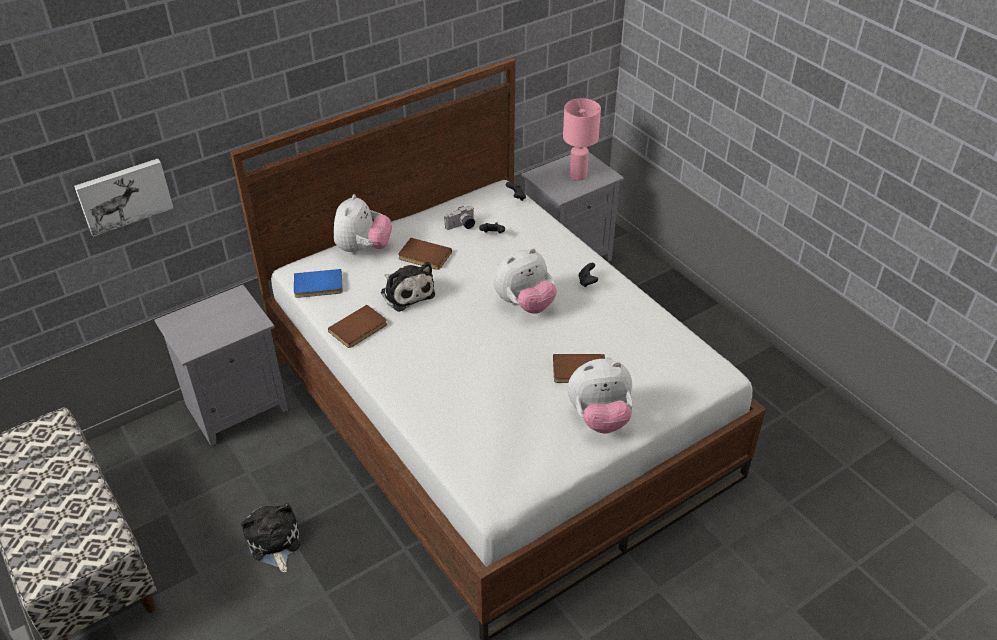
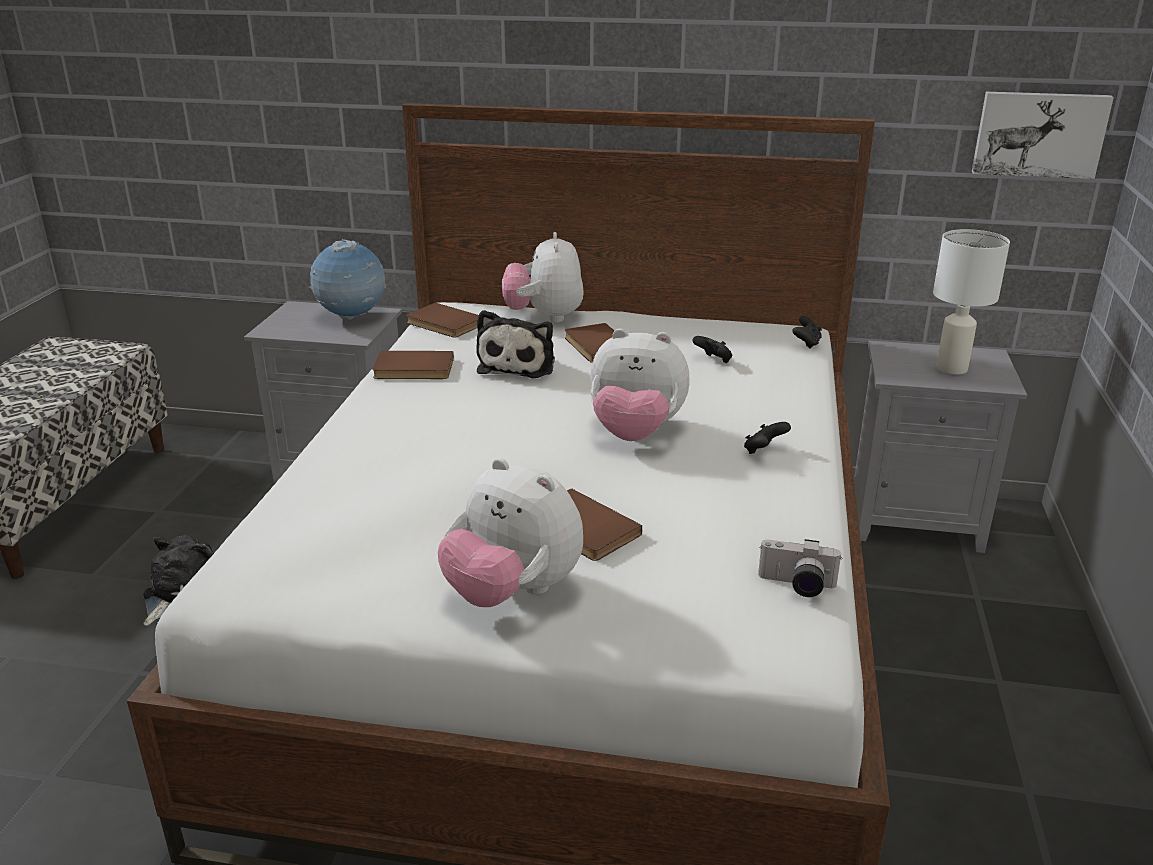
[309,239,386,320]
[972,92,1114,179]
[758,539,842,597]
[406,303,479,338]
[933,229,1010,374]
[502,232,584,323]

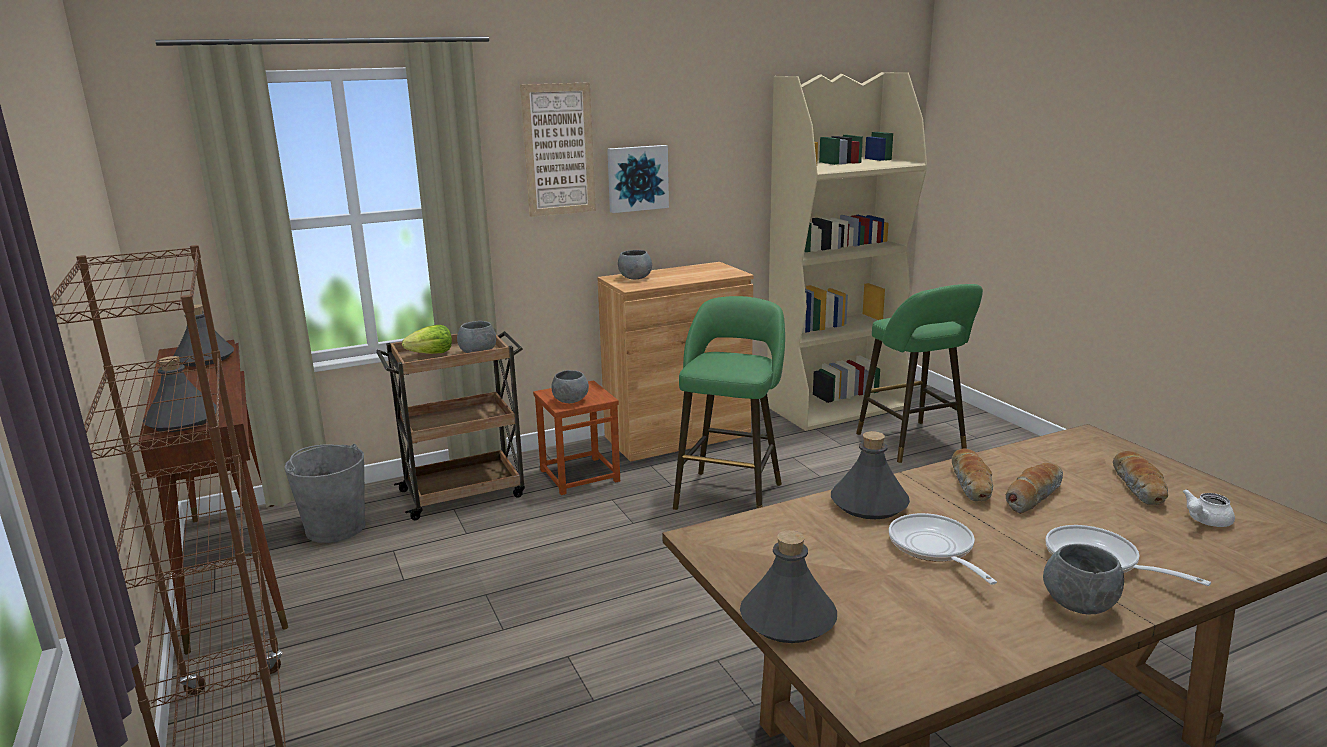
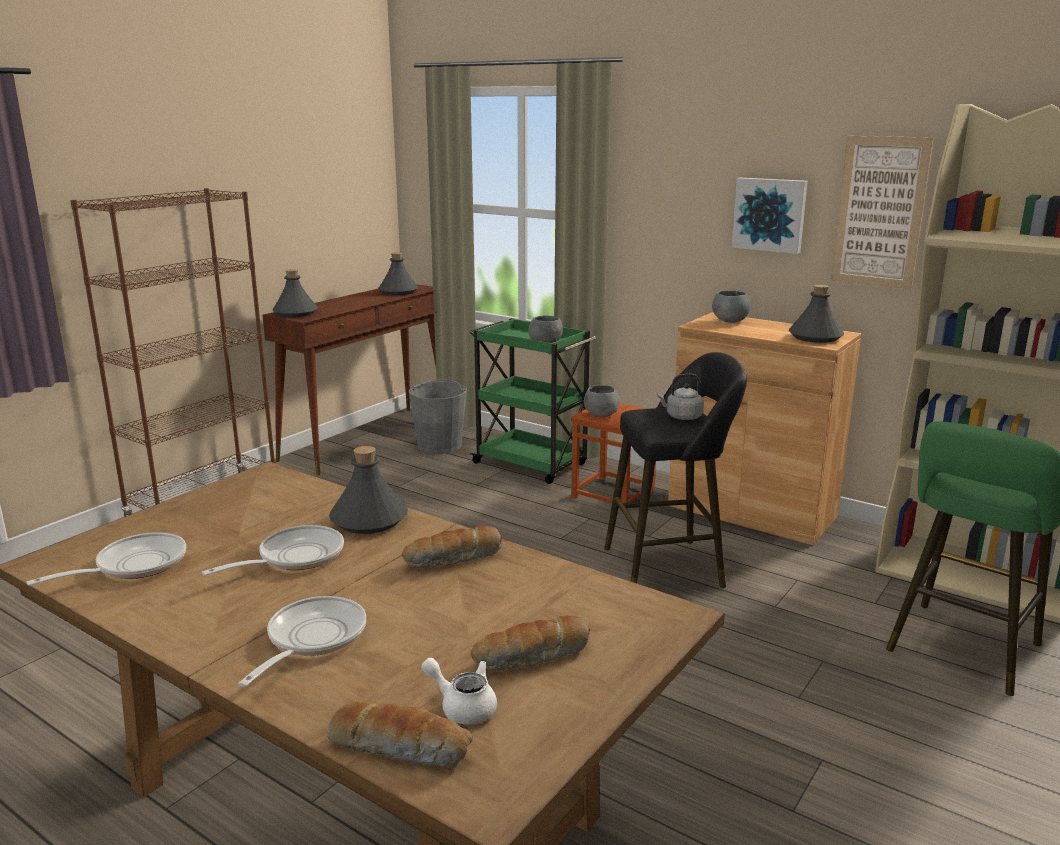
[402,325,452,354] (first image)
[1043,544,1124,614] (first image)
[26,532,186,586]
[657,374,704,420]
[830,136,934,289]
[789,285,844,343]
[327,702,473,766]
[469,318,596,484]
[604,352,747,588]

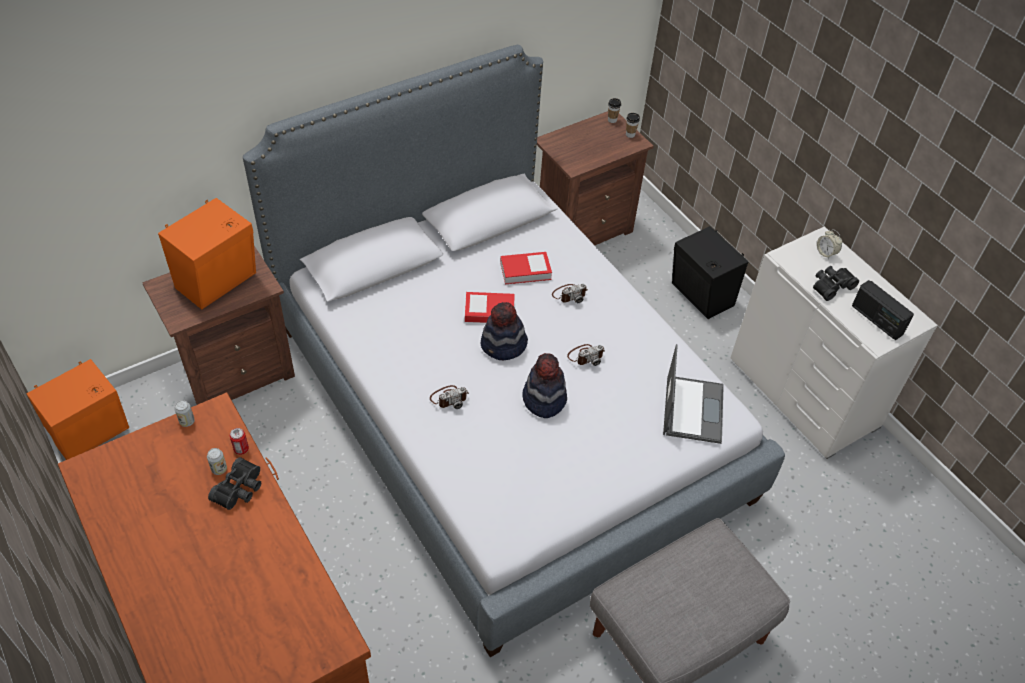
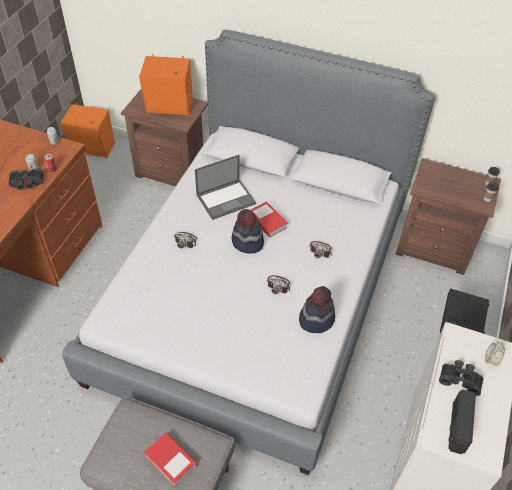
[144,433,197,487]
[299,286,335,333]
[195,155,256,220]

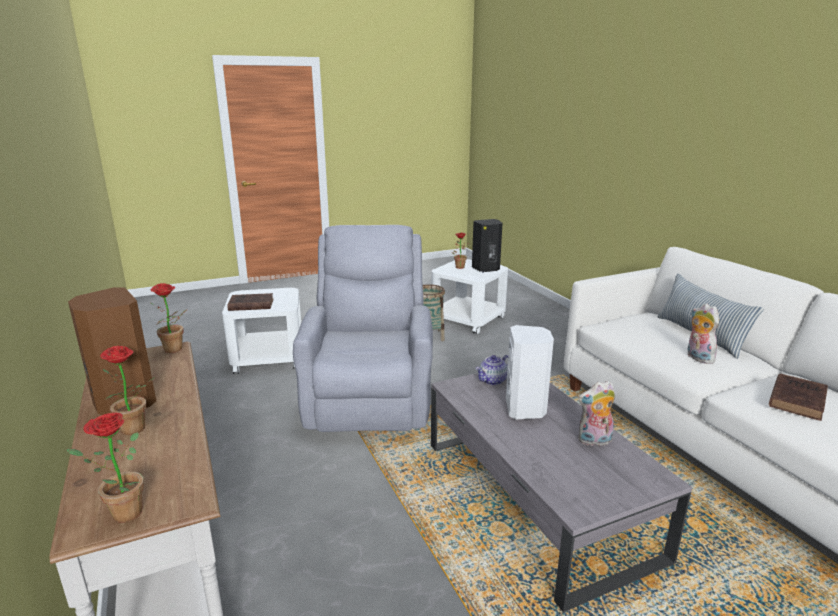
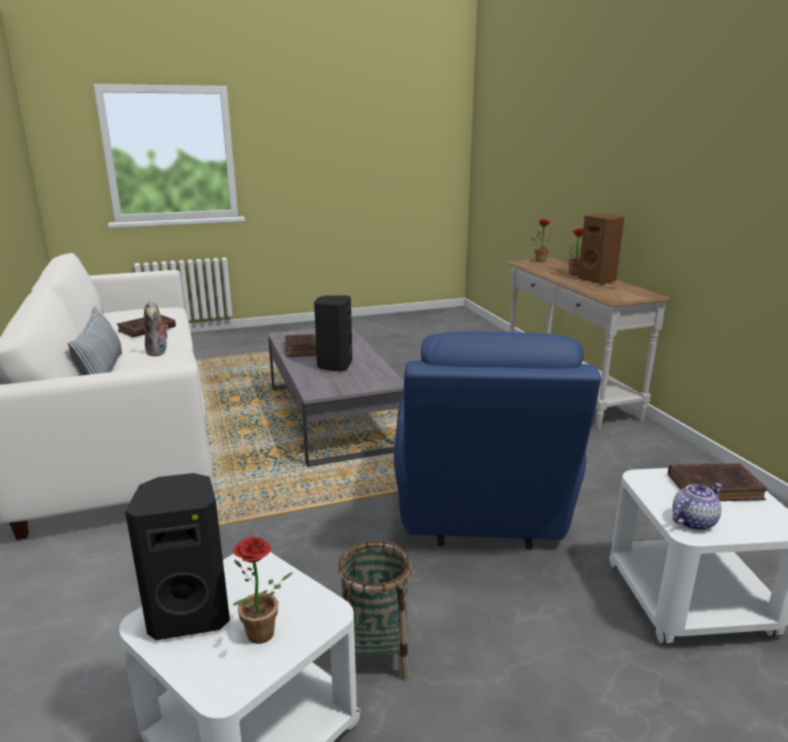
[149,283,186,353] (first image)
[672,483,722,531]
[285,334,317,357]
[394,331,601,550]
[314,295,352,372]

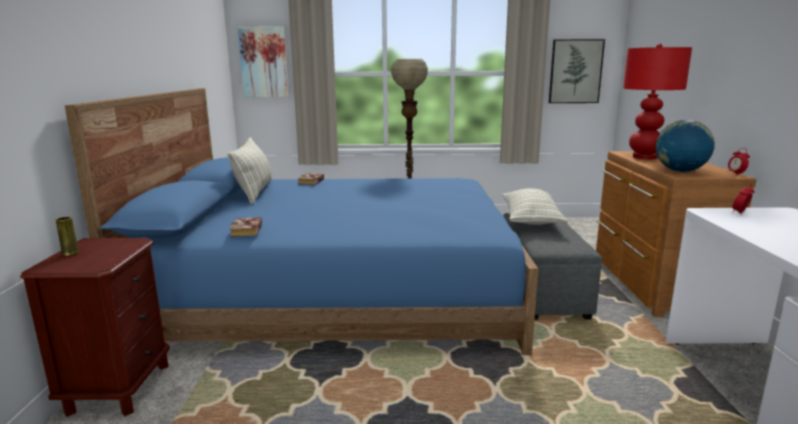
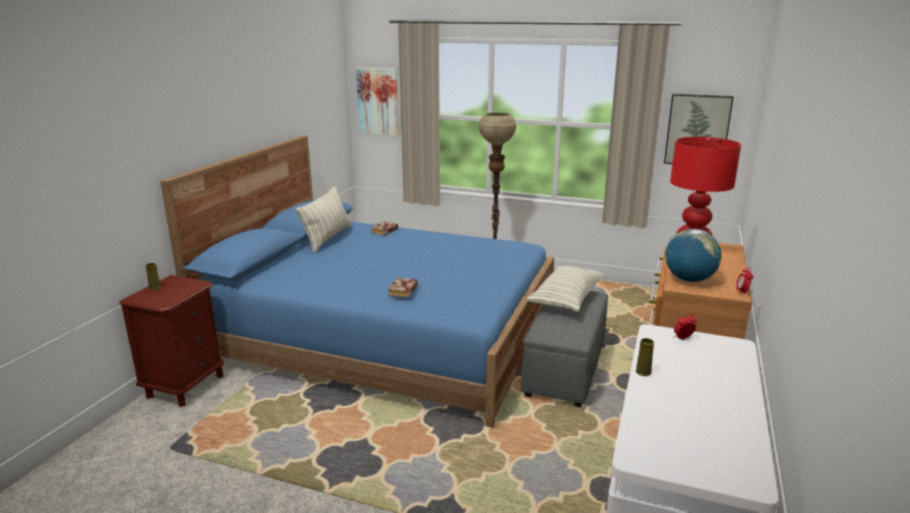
[636,338,654,376]
[388,278,418,297]

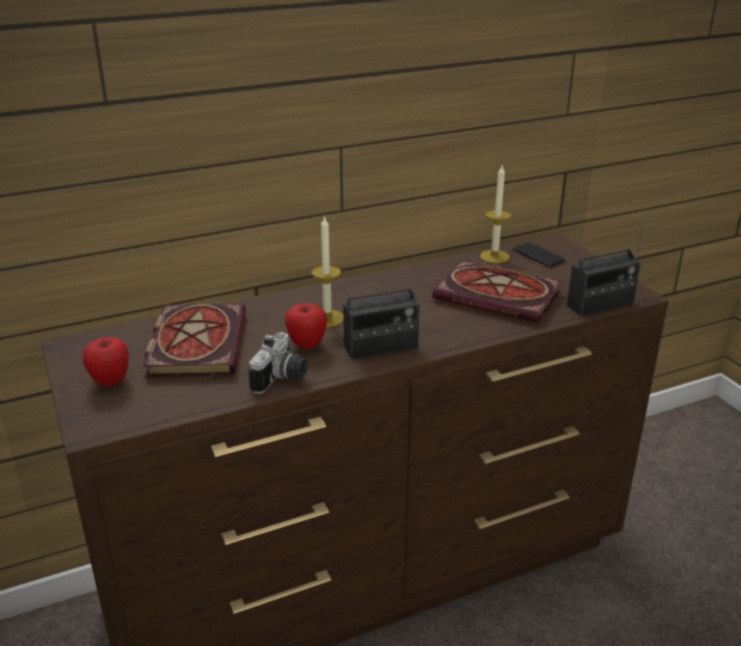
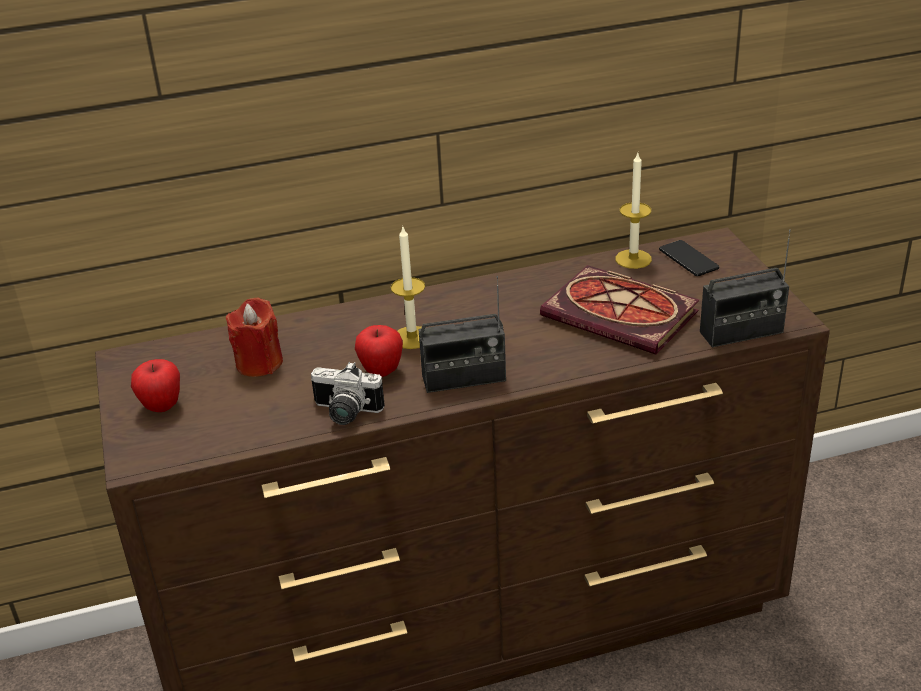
[226,298,283,377]
[311,362,385,425]

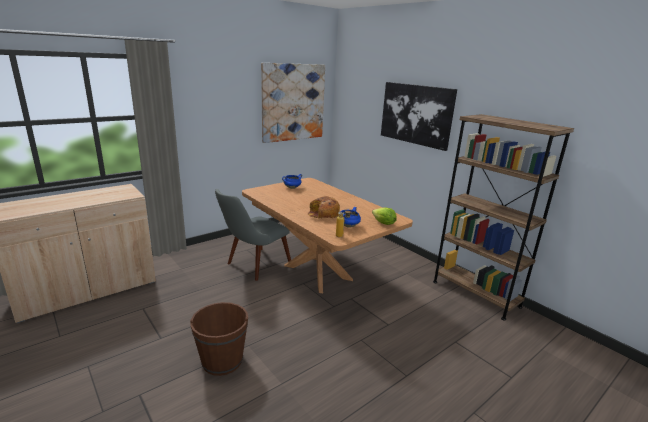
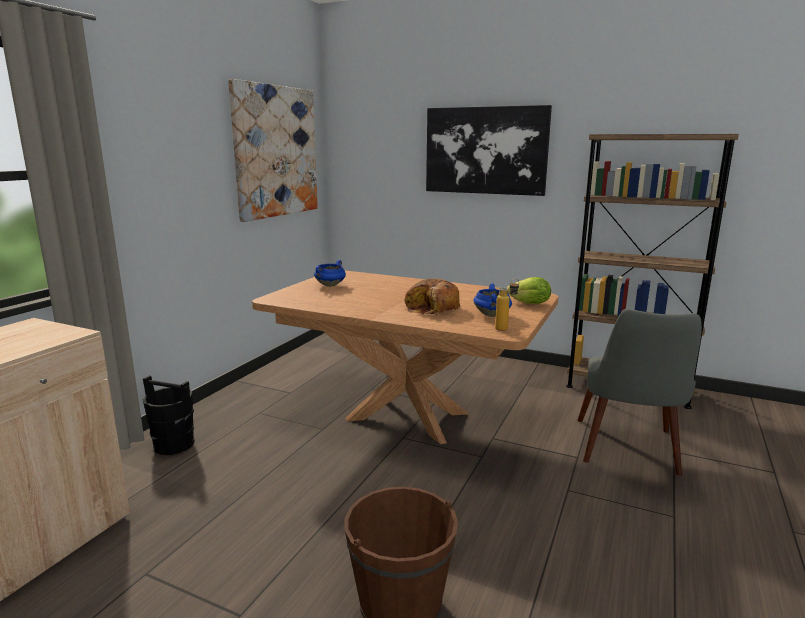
[143,375,194,455]
[577,309,702,476]

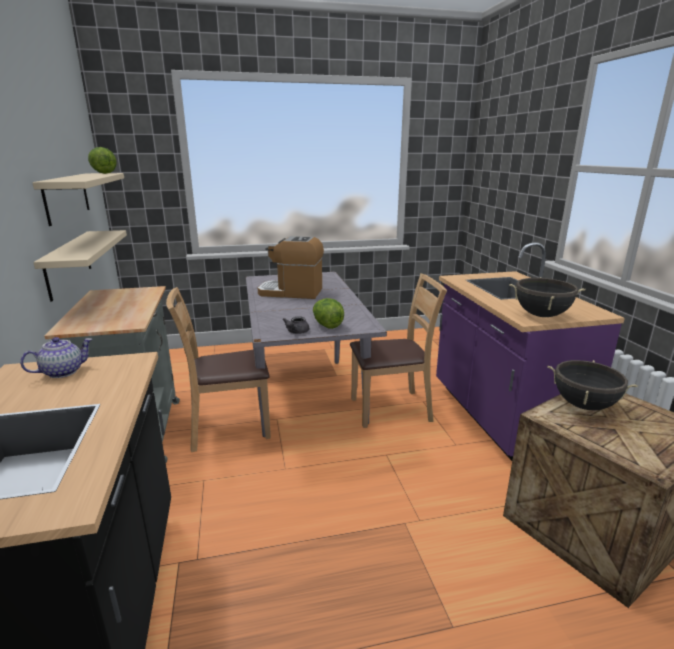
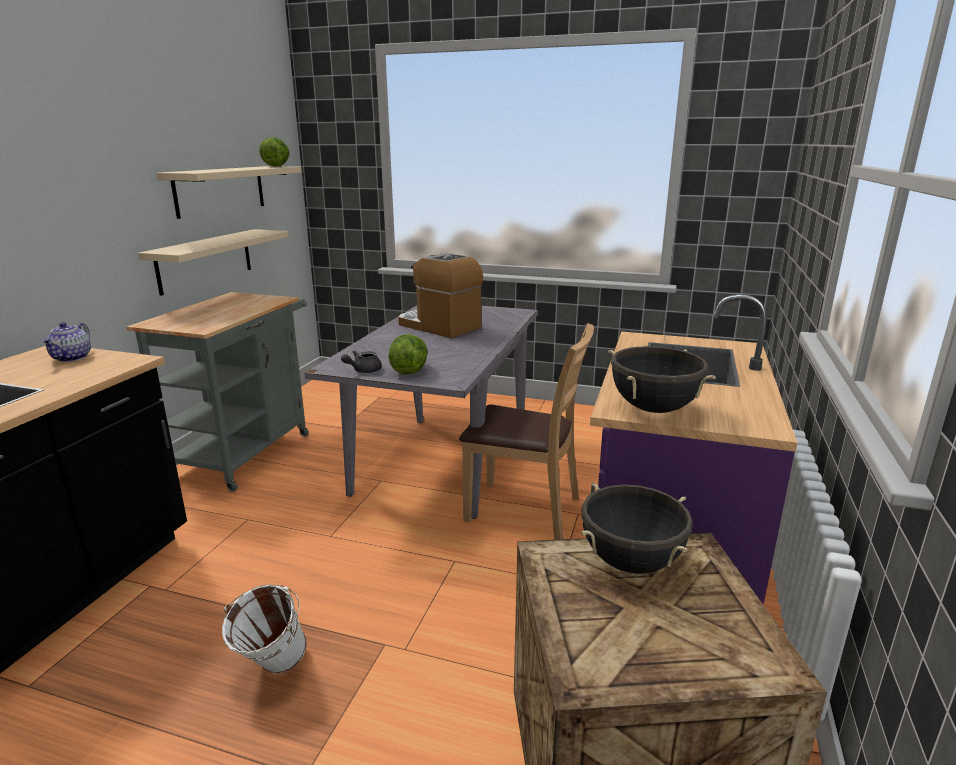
[166,287,271,452] (first image)
[222,584,307,674]
[41,322,91,362]

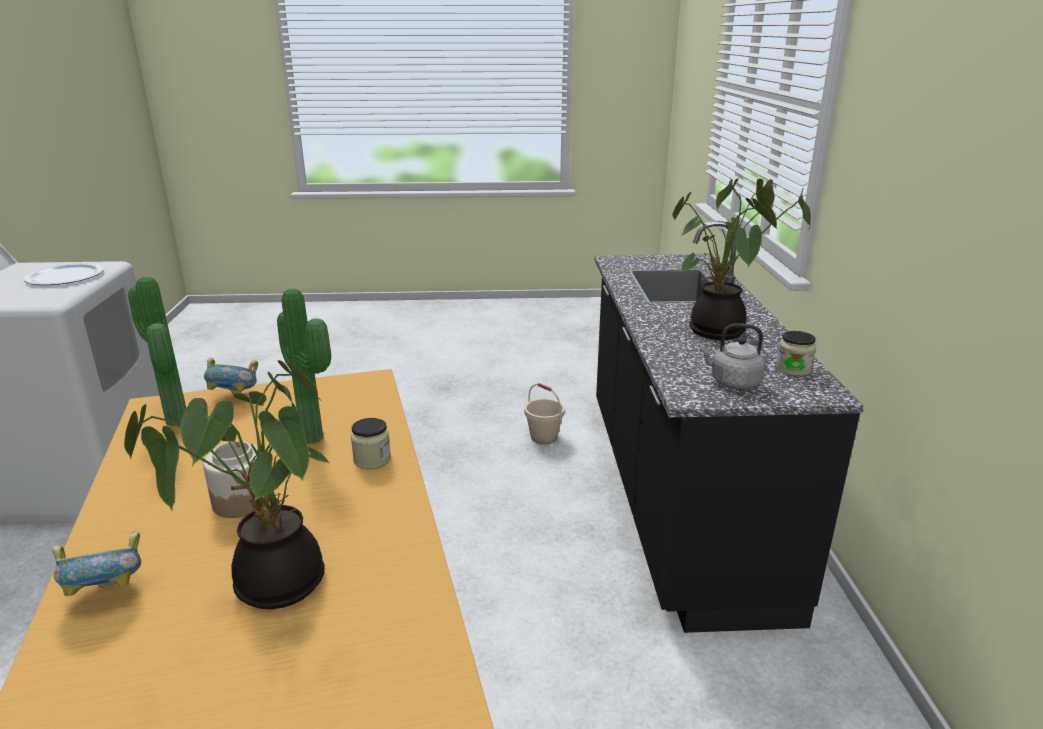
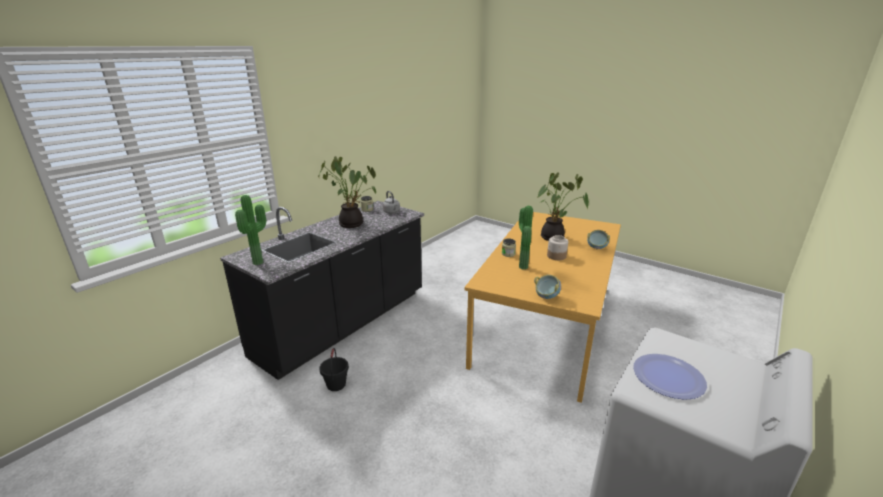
[235,195,266,265]
[319,348,349,391]

